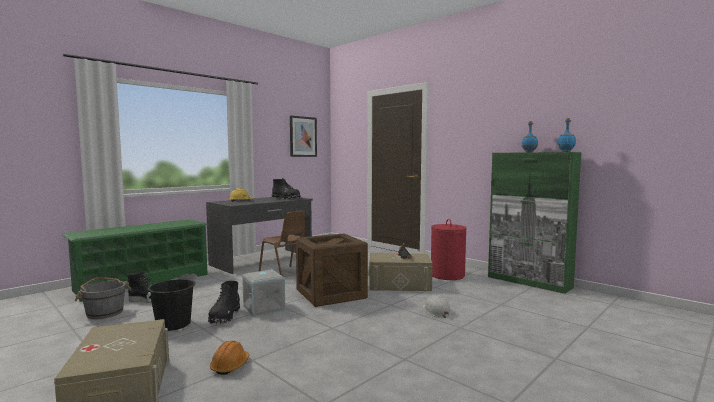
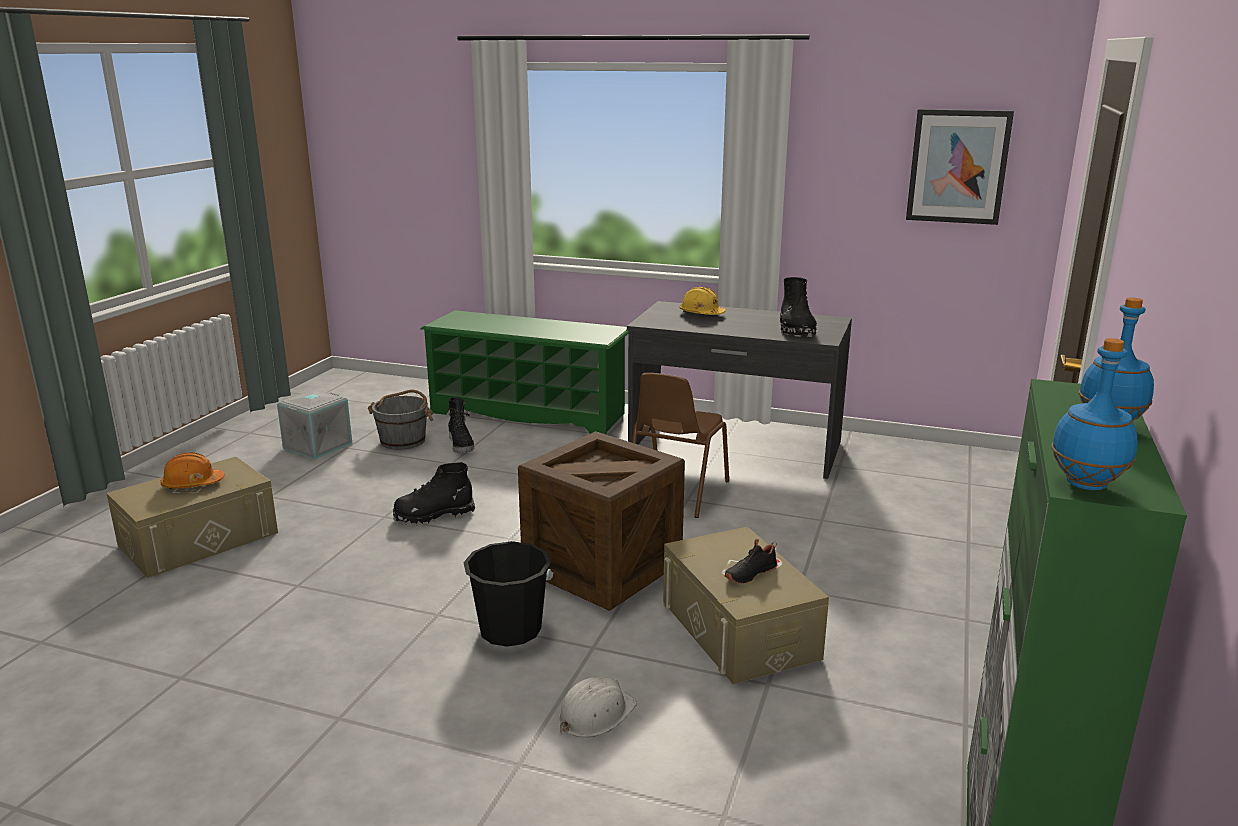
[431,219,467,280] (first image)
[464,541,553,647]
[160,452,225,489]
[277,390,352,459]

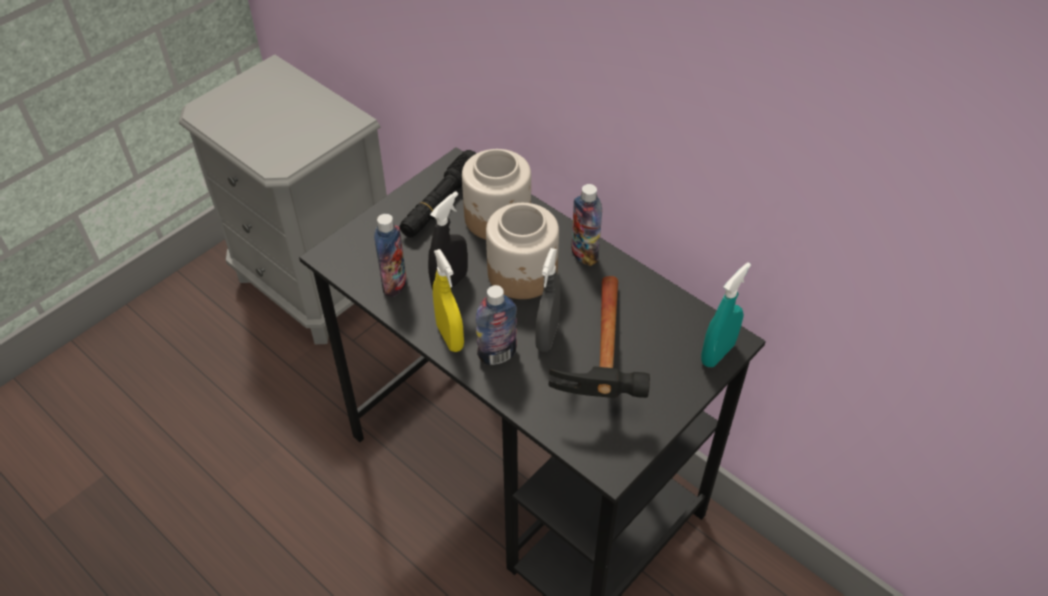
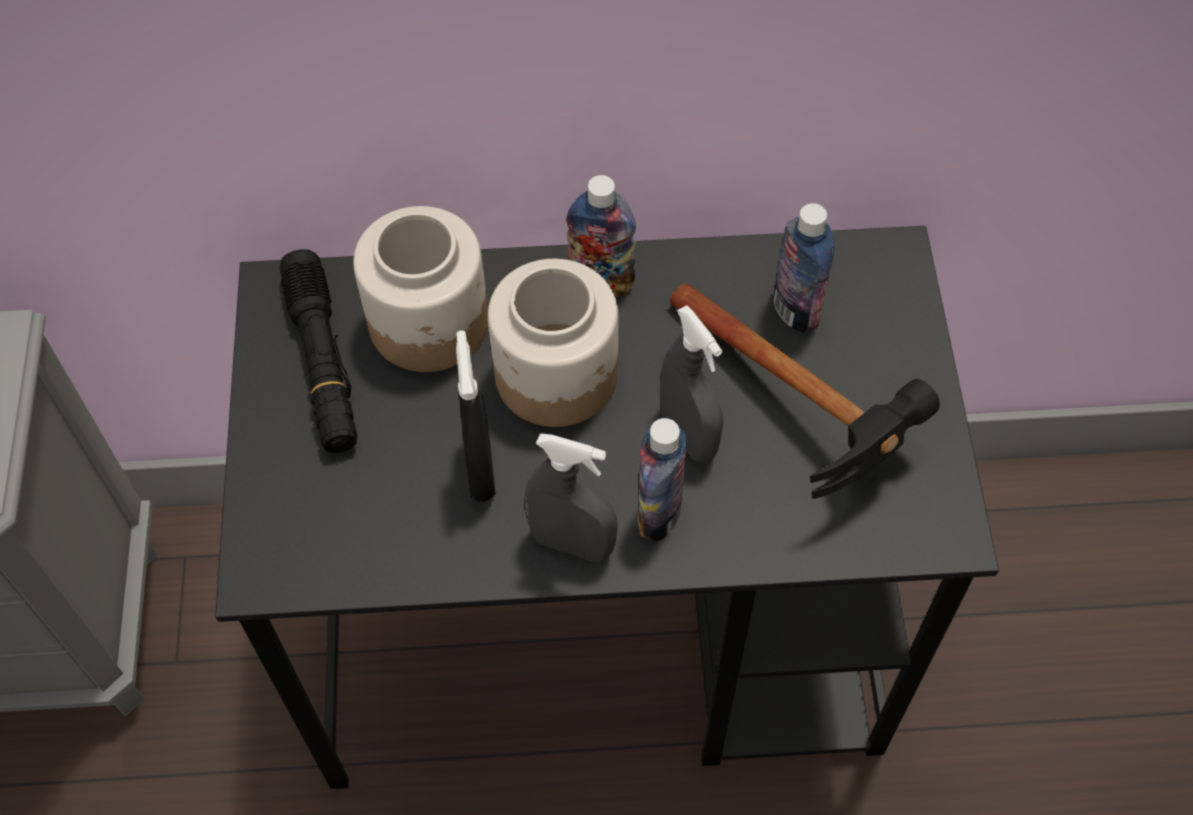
[701,262,751,367] (first image)
[773,203,834,333]
[525,433,618,562]

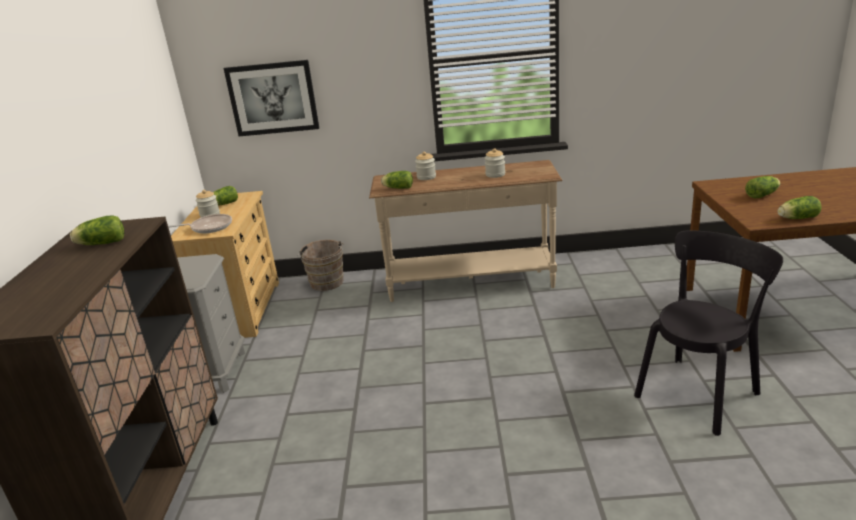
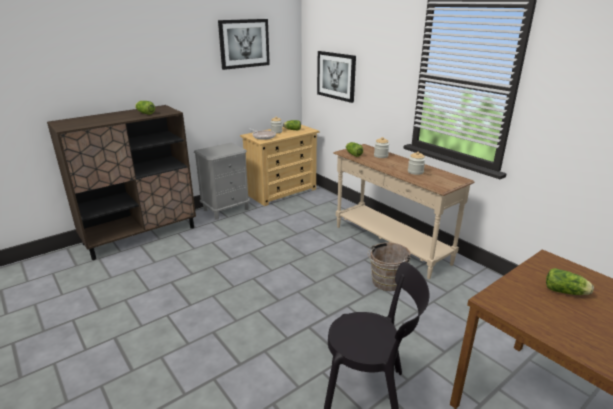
[777,196,821,219] (first image)
[218,19,270,70]
[368,242,411,291]

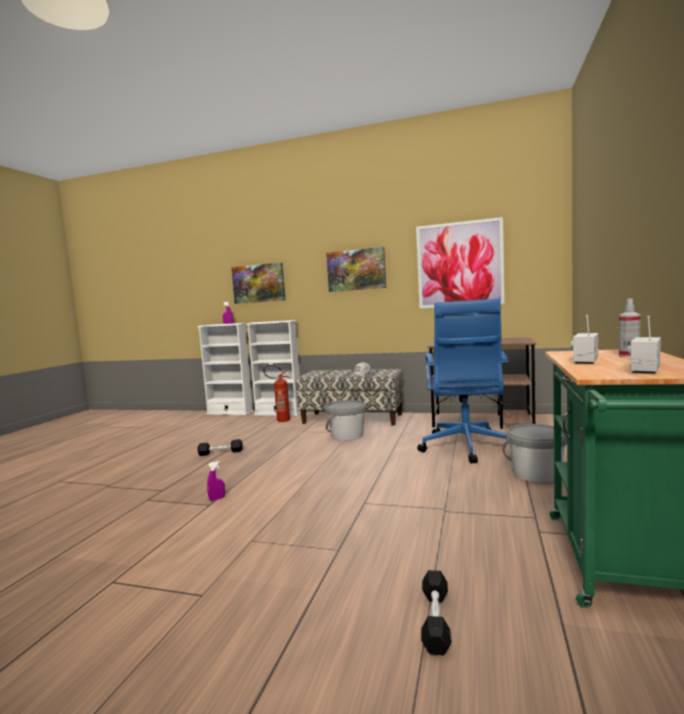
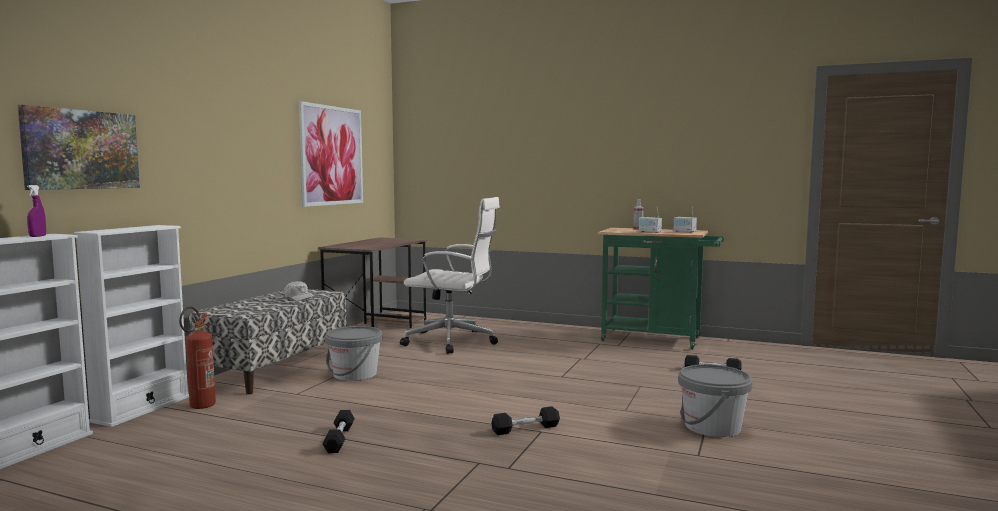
[326,247,386,292] (first image)
[678,364,753,437]
[491,406,560,435]
[400,197,500,354]

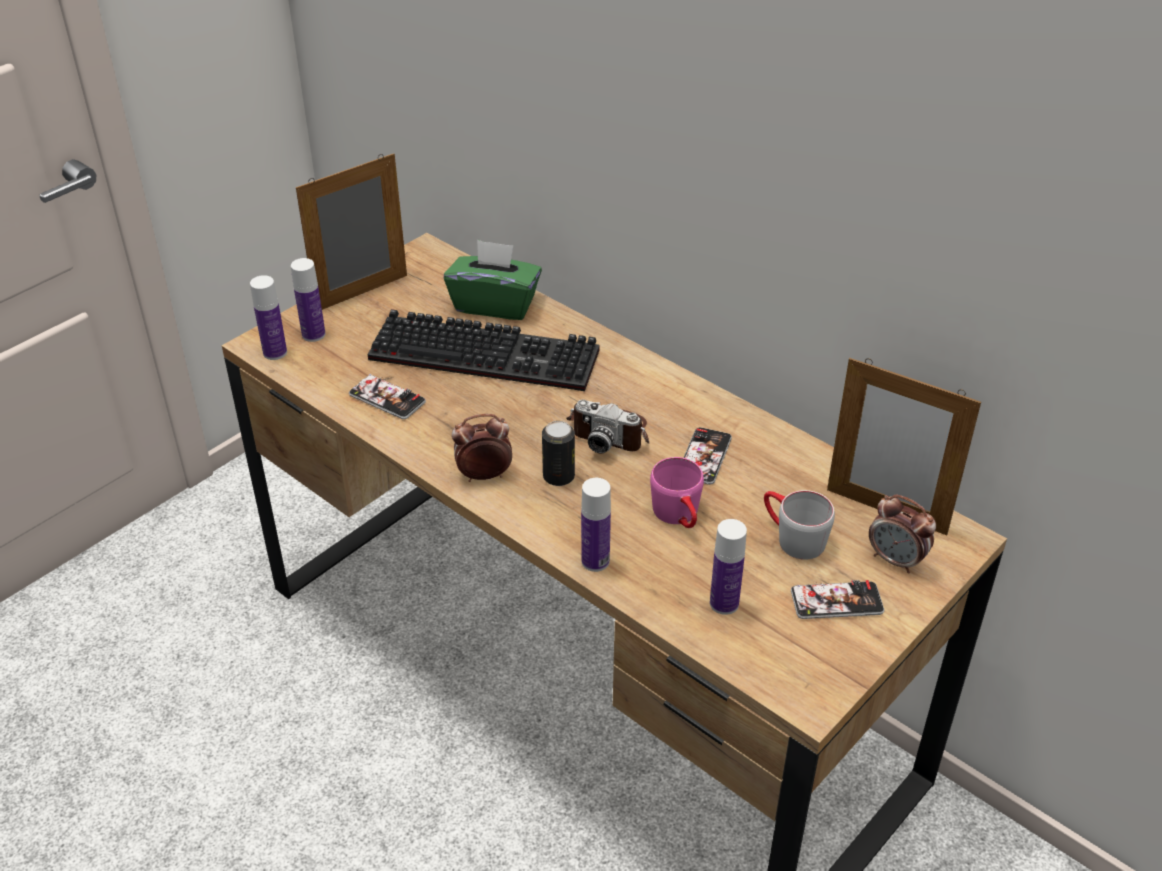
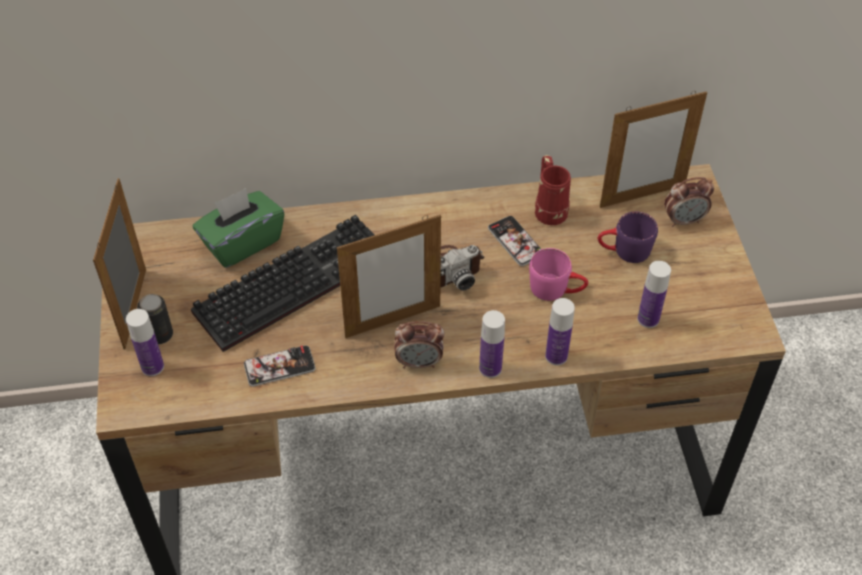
[791,580,884,619] (first image)
[337,215,441,338]
[535,155,571,225]
[479,310,505,378]
[137,294,173,344]
[598,211,658,263]
[394,321,445,368]

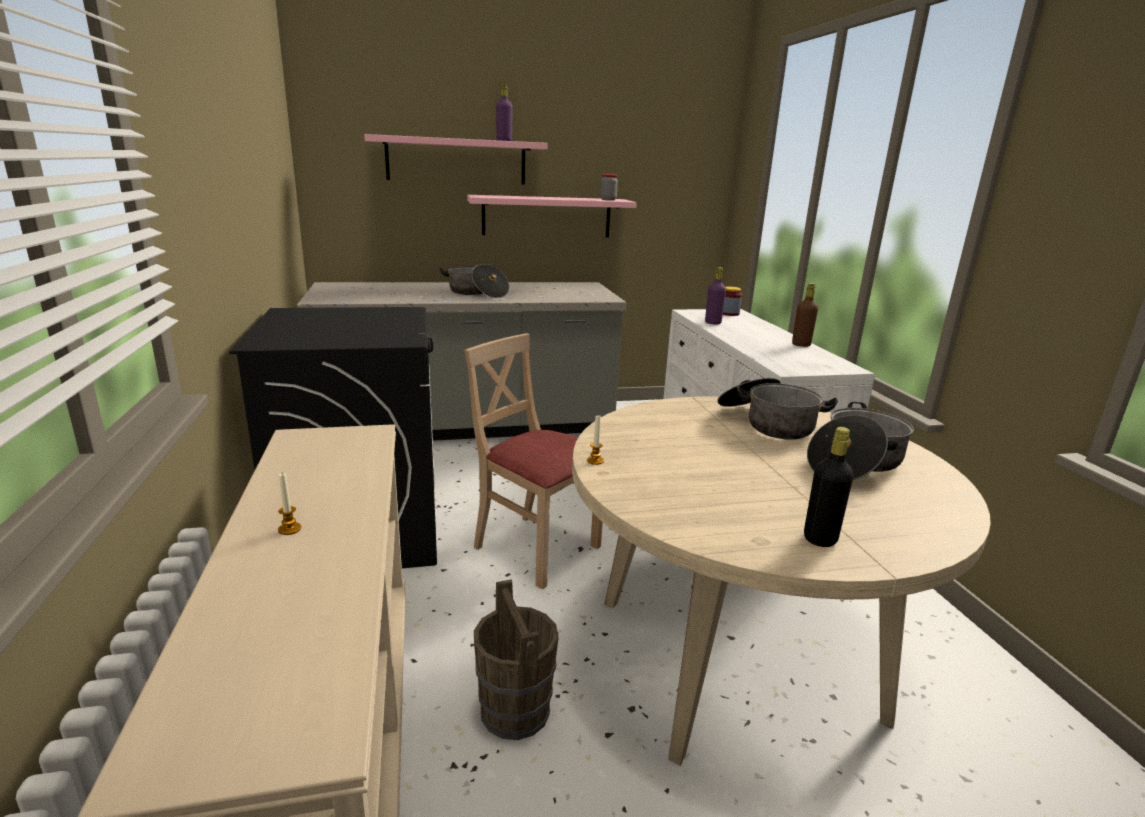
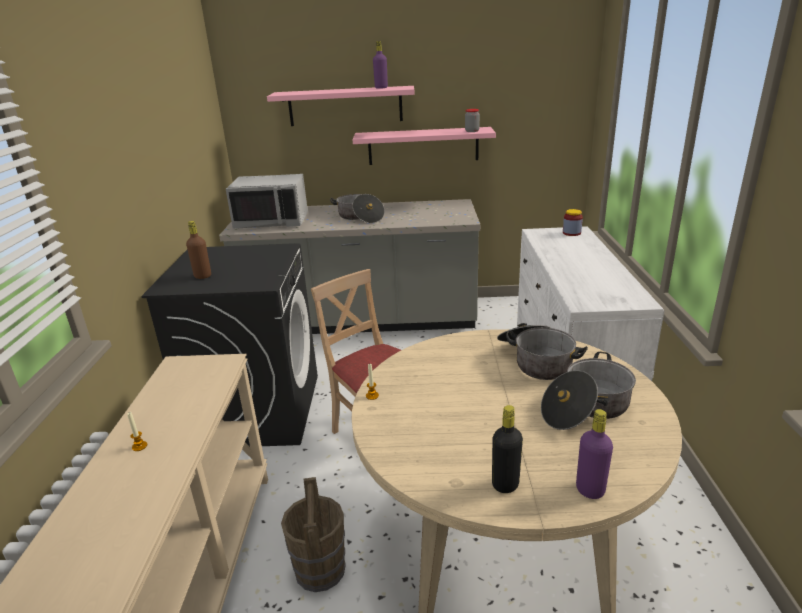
[226,174,308,229]
[576,409,613,499]
[186,221,211,279]

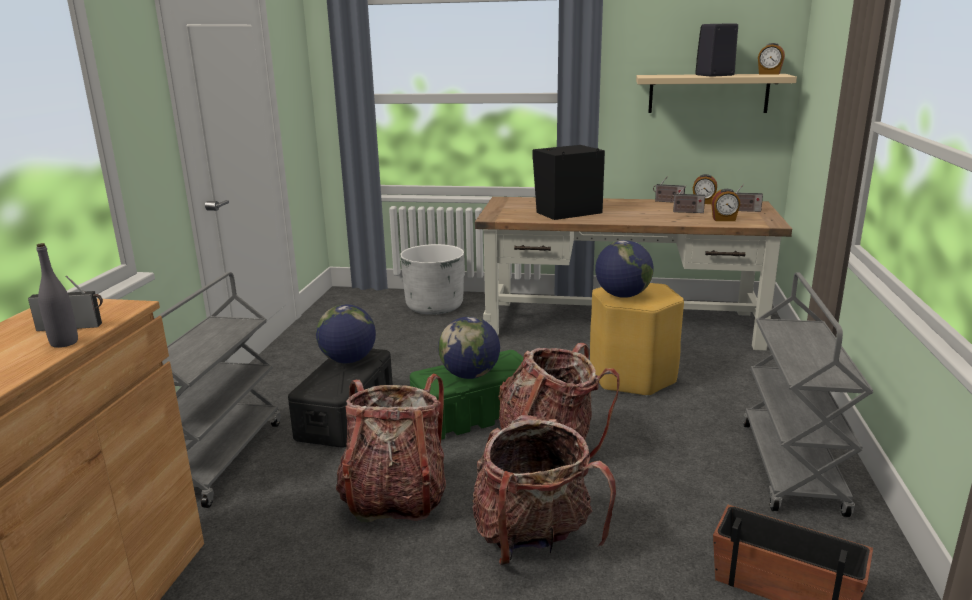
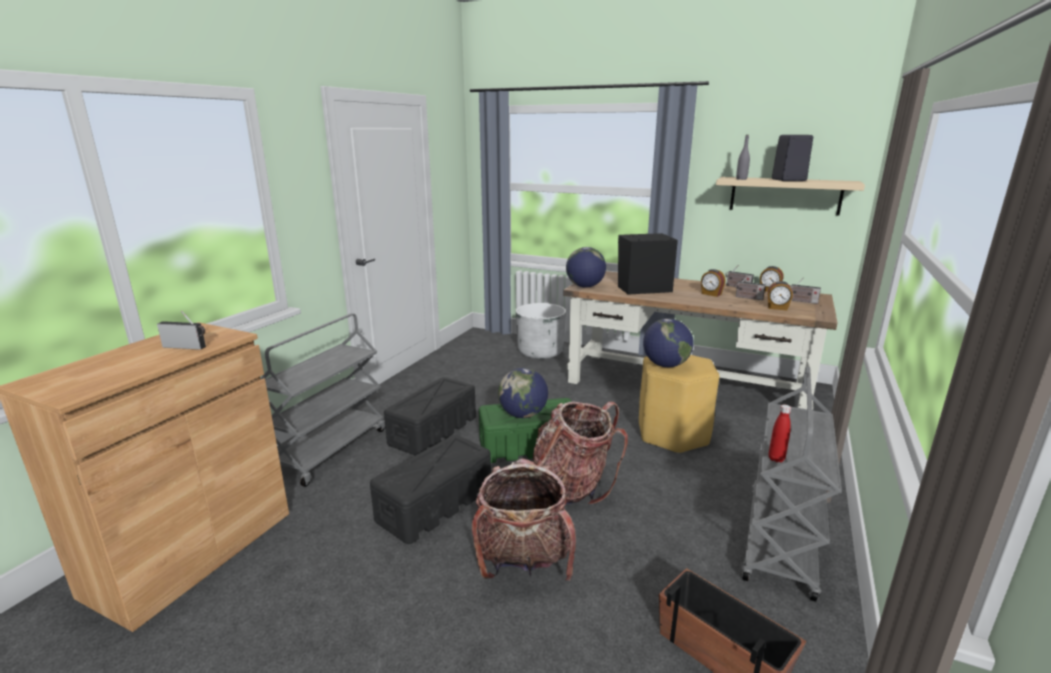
[769,404,791,462]
[736,135,750,180]
[566,247,606,288]
[701,269,726,297]
[370,435,491,544]

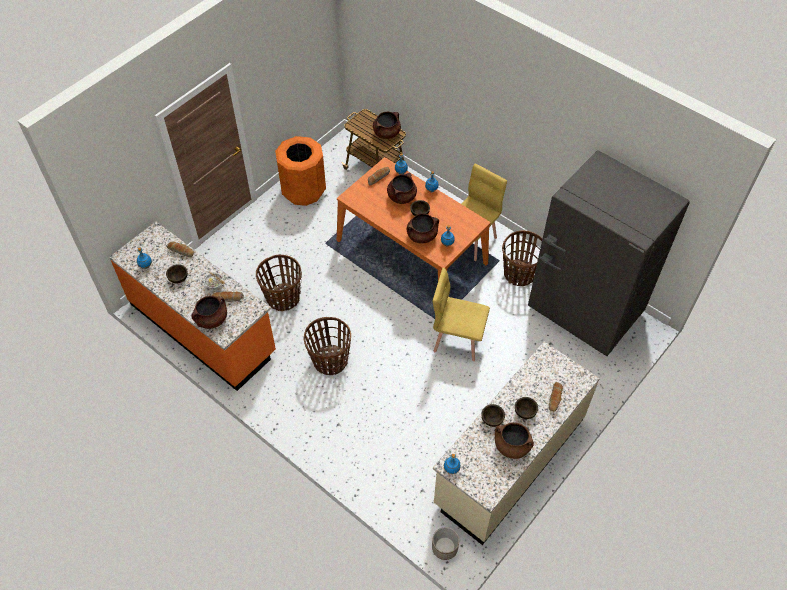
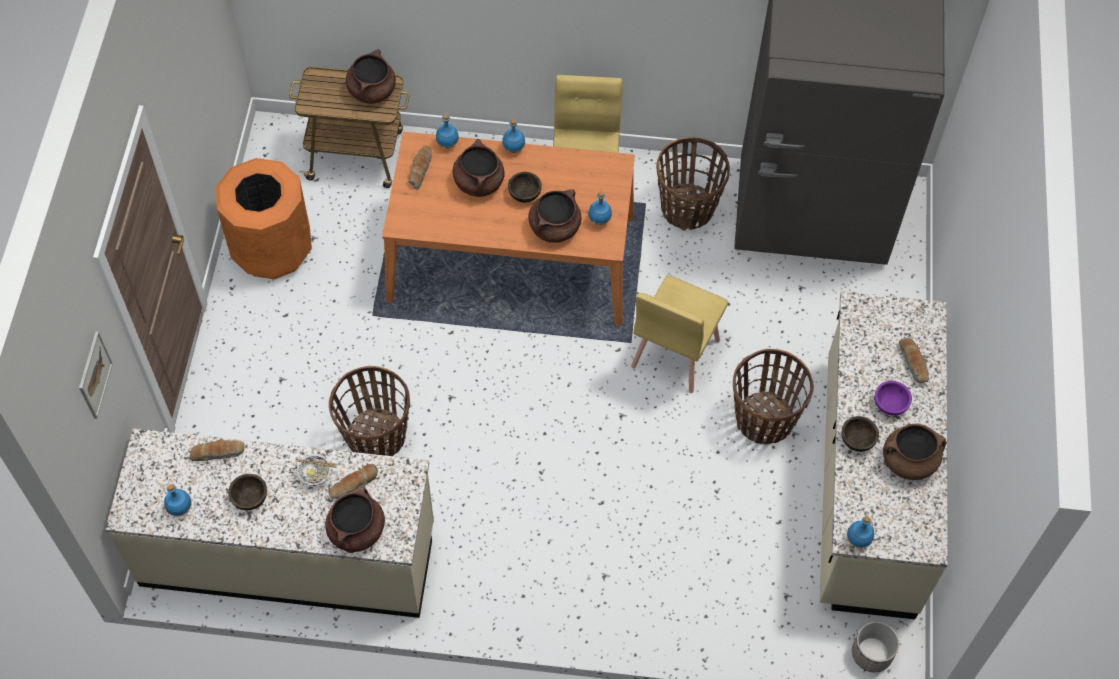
[79,331,113,419]
[733,349,814,444]
[105,428,434,618]
[875,381,912,416]
[631,275,728,393]

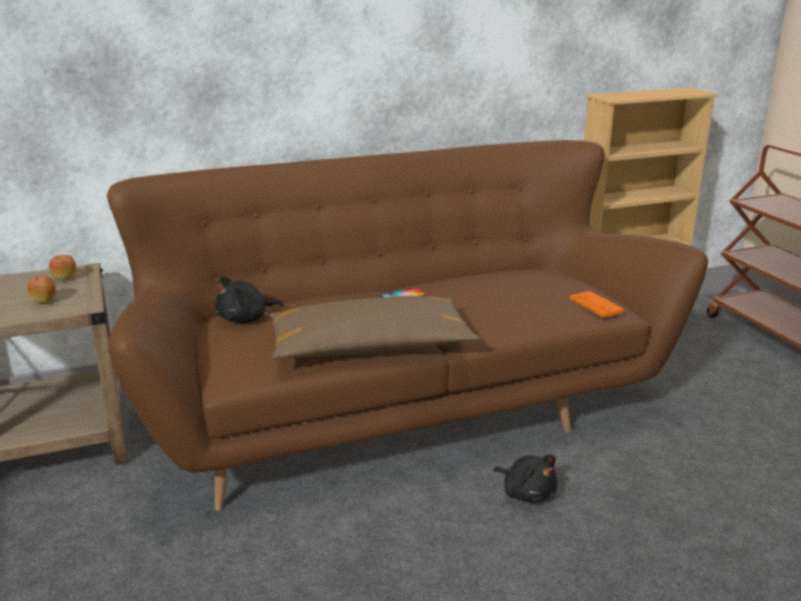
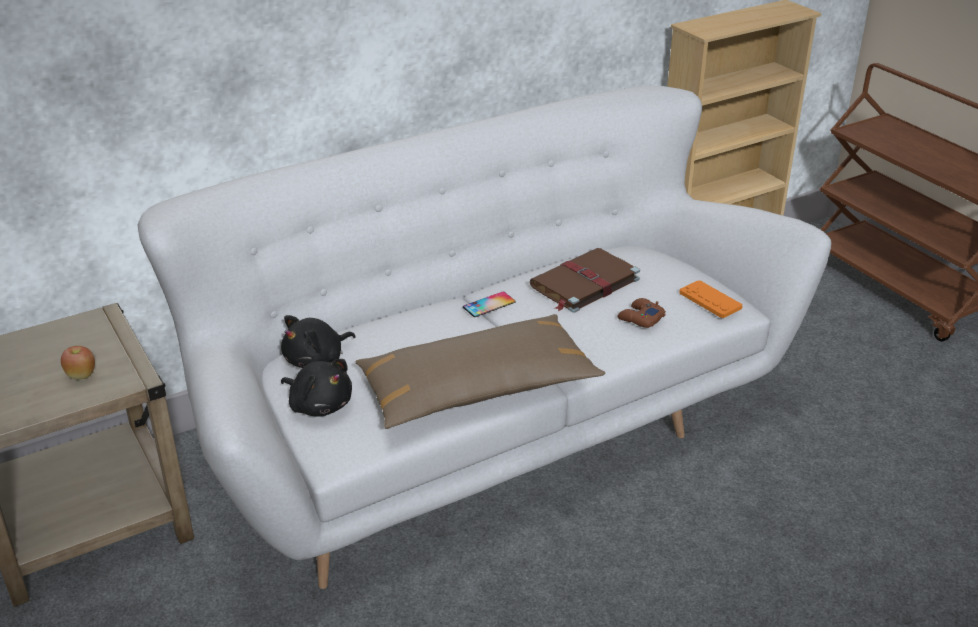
[49,255,76,280] (first image)
[530,248,640,313]
[617,298,666,328]
[281,359,352,417]
[137,86,831,589]

